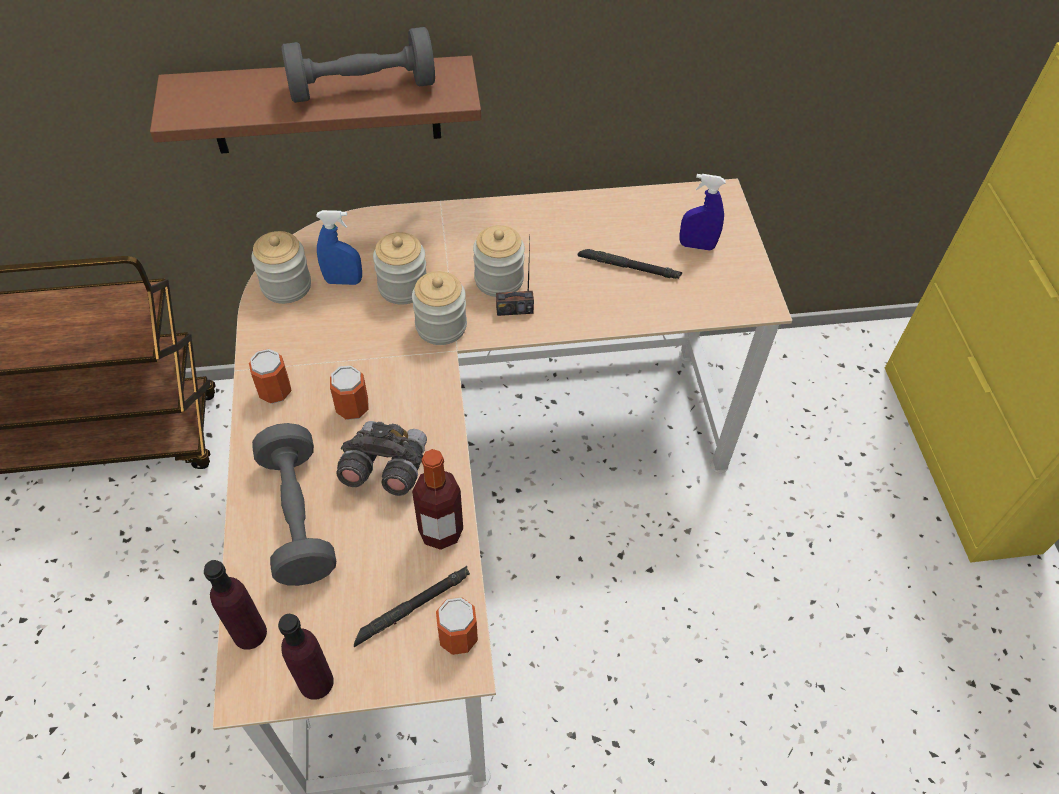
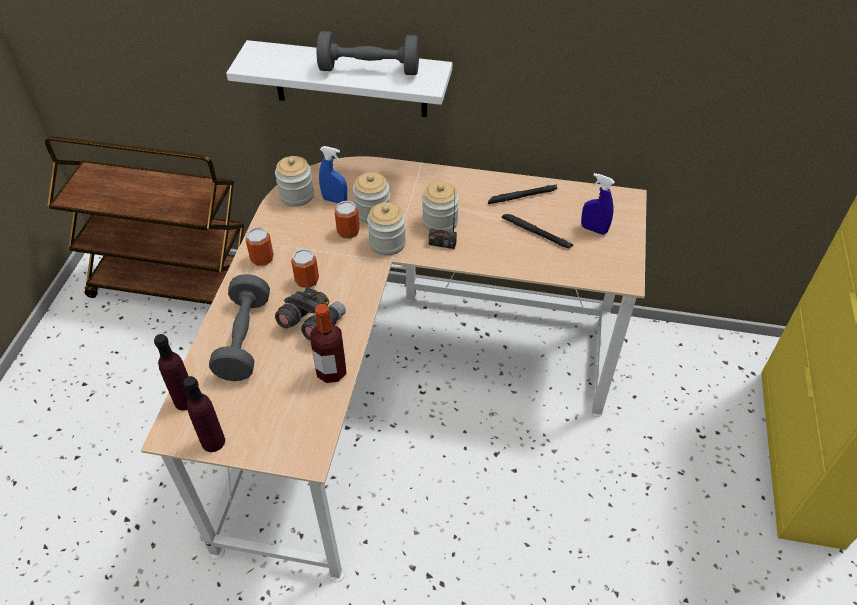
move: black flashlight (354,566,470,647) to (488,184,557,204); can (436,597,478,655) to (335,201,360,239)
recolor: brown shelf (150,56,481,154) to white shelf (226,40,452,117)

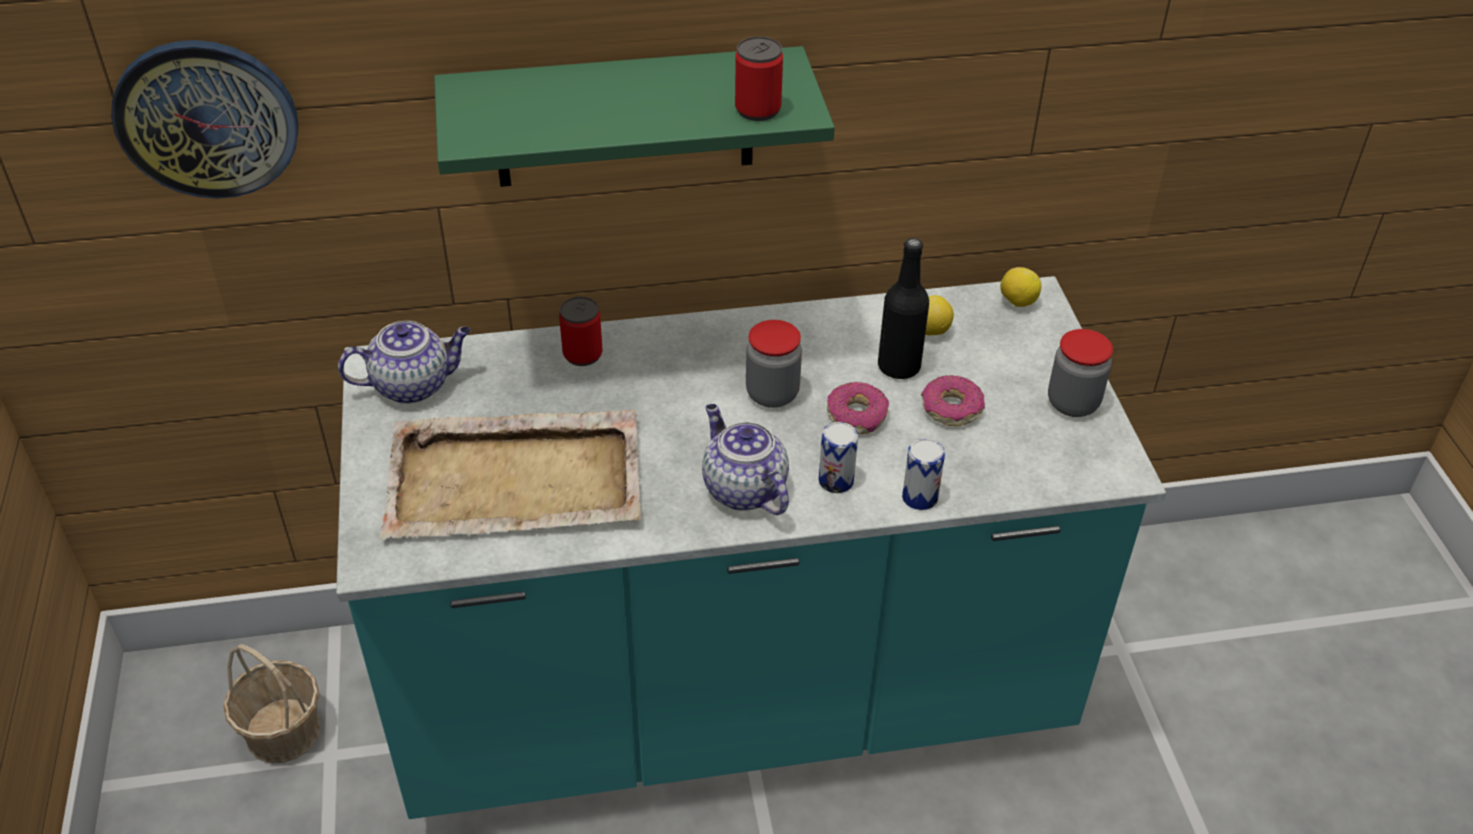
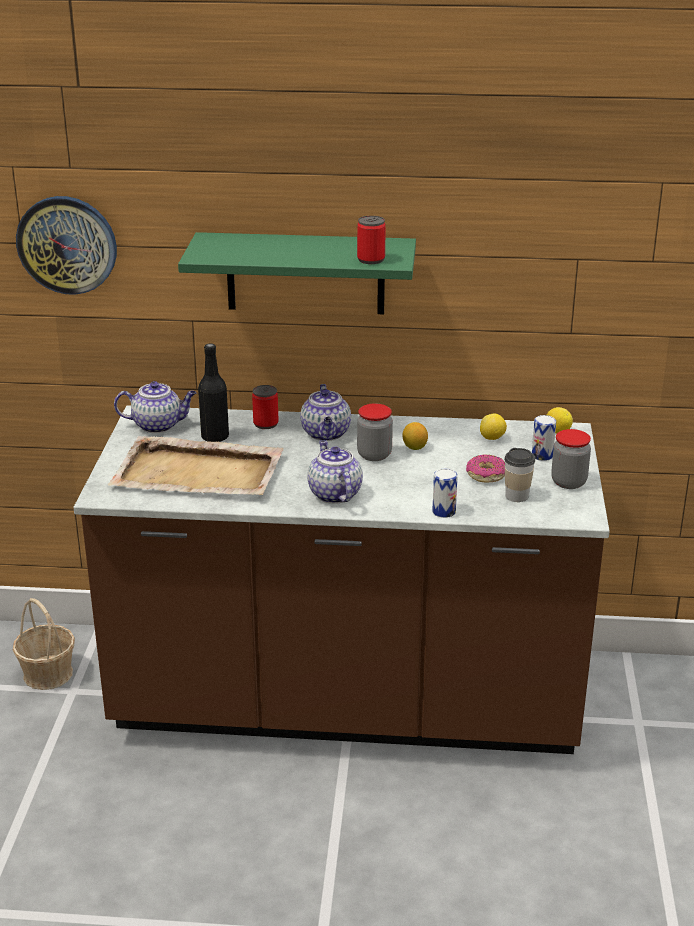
delete: donut (827,382,889,434)
insert: teapot (300,384,351,441); lemon (402,422,428,450); cup (504,448,535,502)
move: black bottle (878,238,929,379) to (198,343,229,442); can (819,422,858,493) to (532,415,556,461)
recolor: turquoise counter (336,276,1166,819) to brown counter (73,405,610,754)

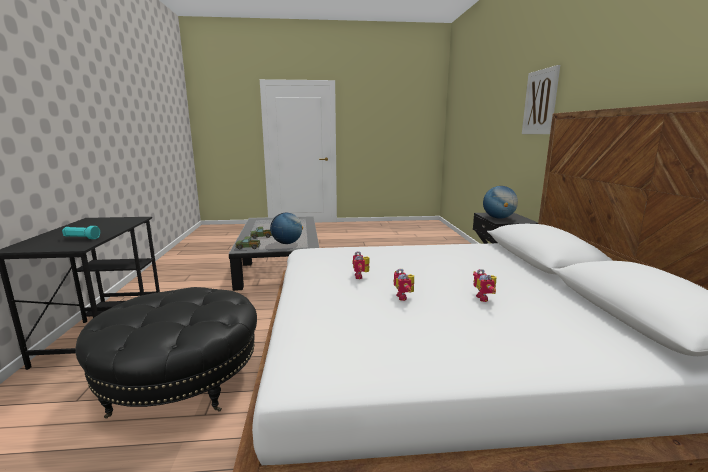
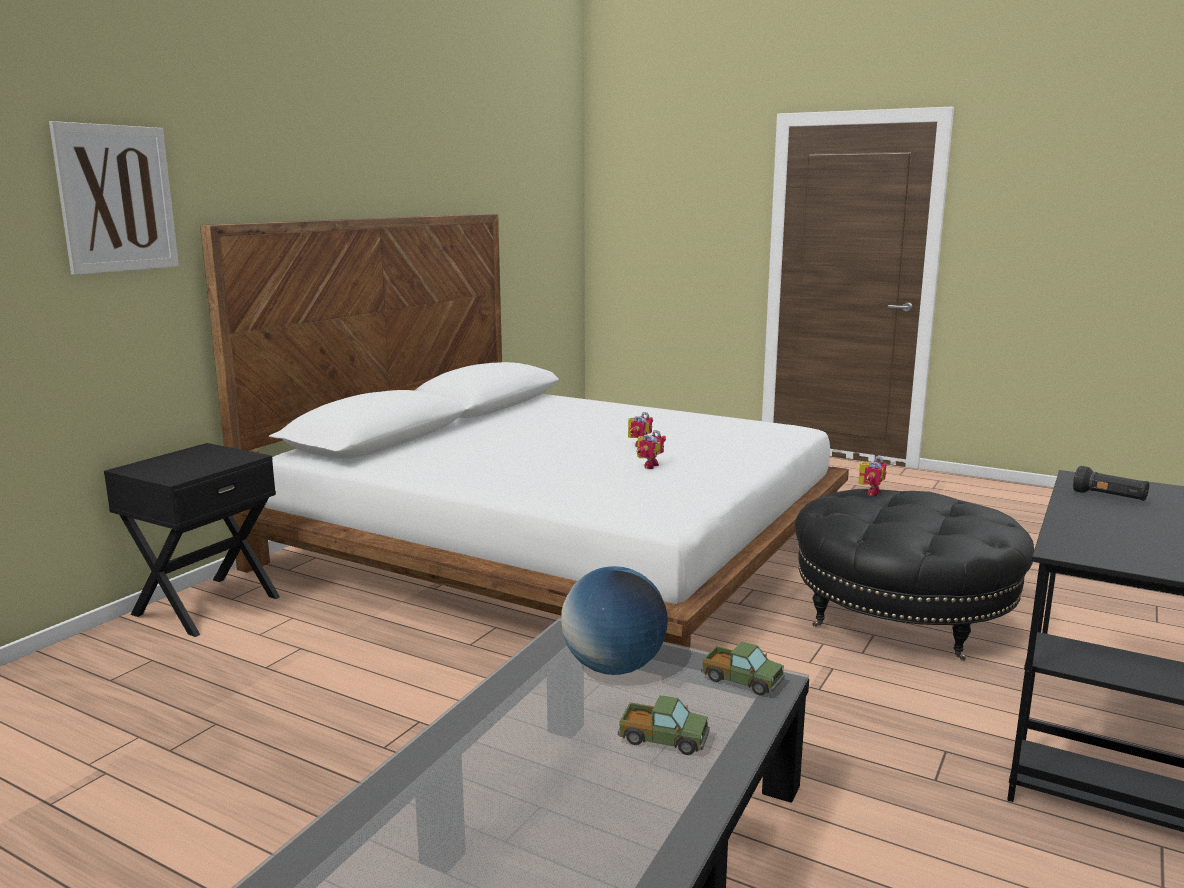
delete: globe (483,186,518,219)
move: toy robot (473,269,496,302) to (859,456,887,496)
recolor: turquoise flashlight (62,226,100,239) to black flashlight (1073,466,1149,501)

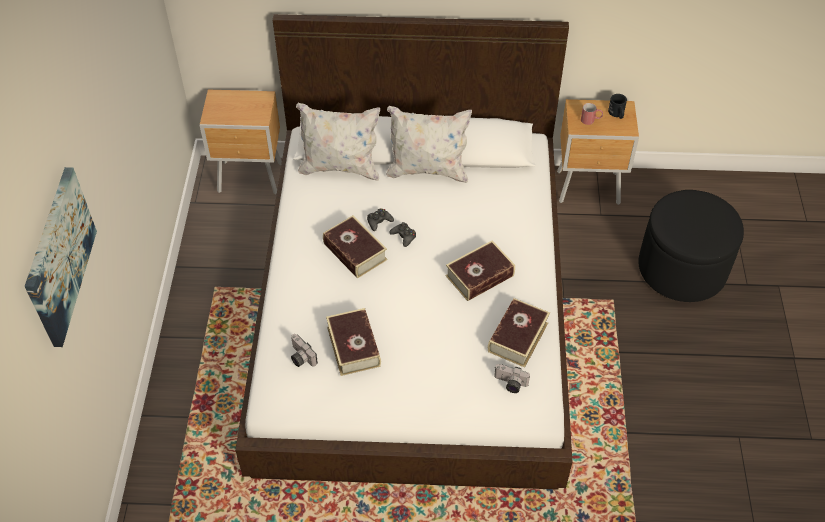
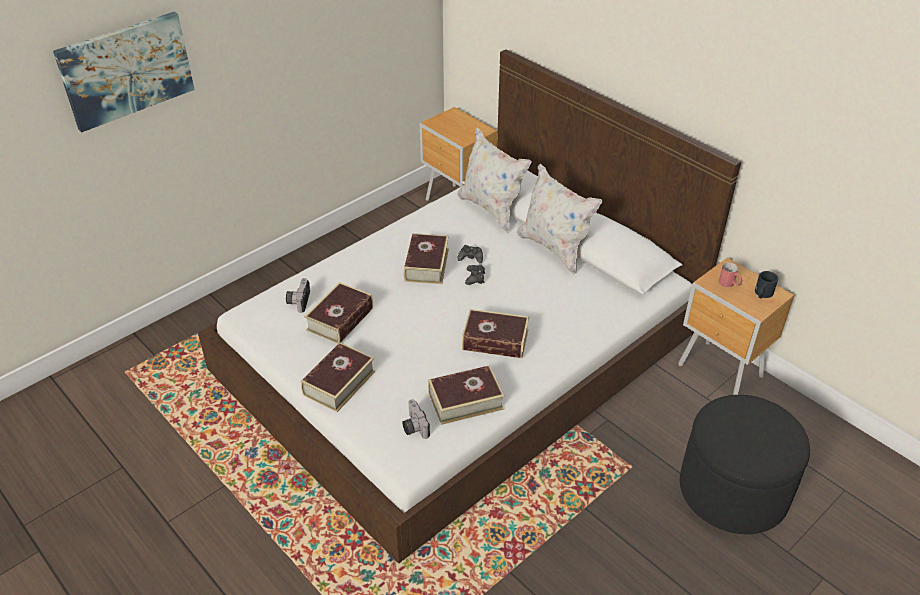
insert: book (301,342,375,412)

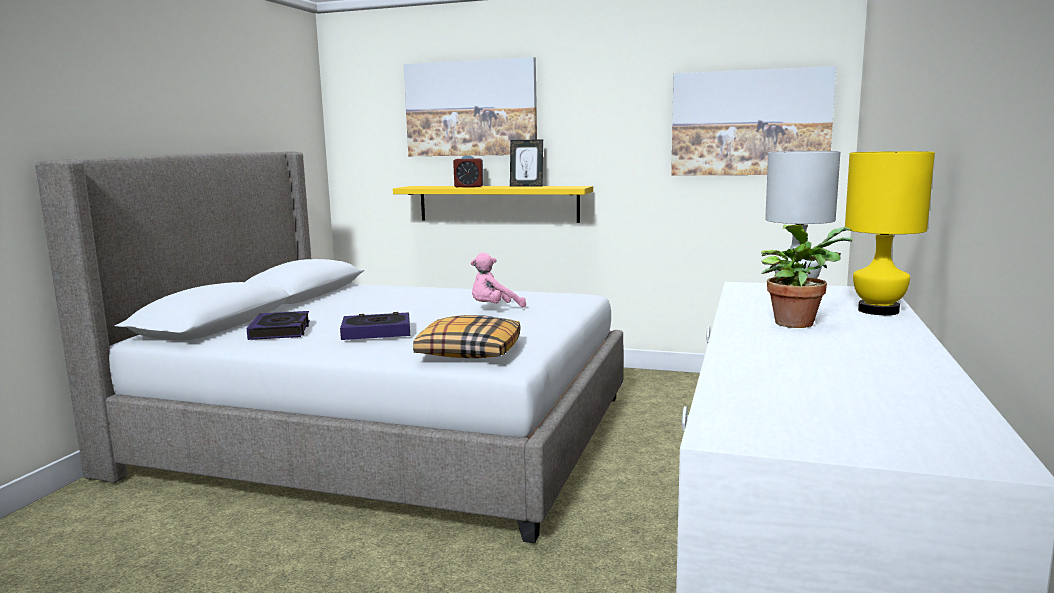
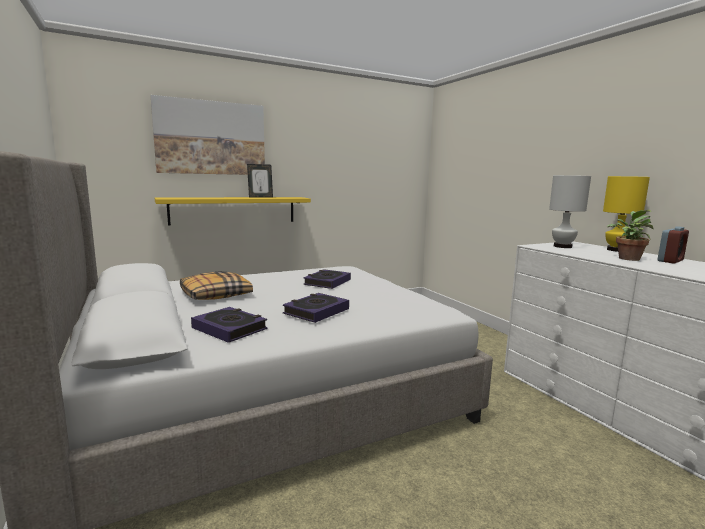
delete: picture (671,66,836,175)
move: alarm clock (453,156,483,187) to (658,226,689,263); pillow (413,315,520,358) to (180,272,253,300)
replace: pink plush toy (471,253,526,307) to book (303,269,351,289)

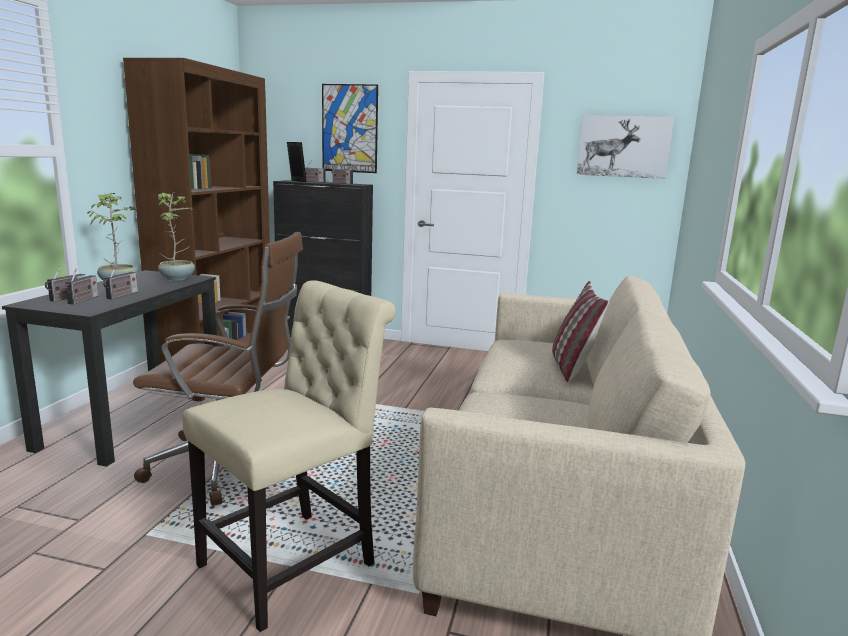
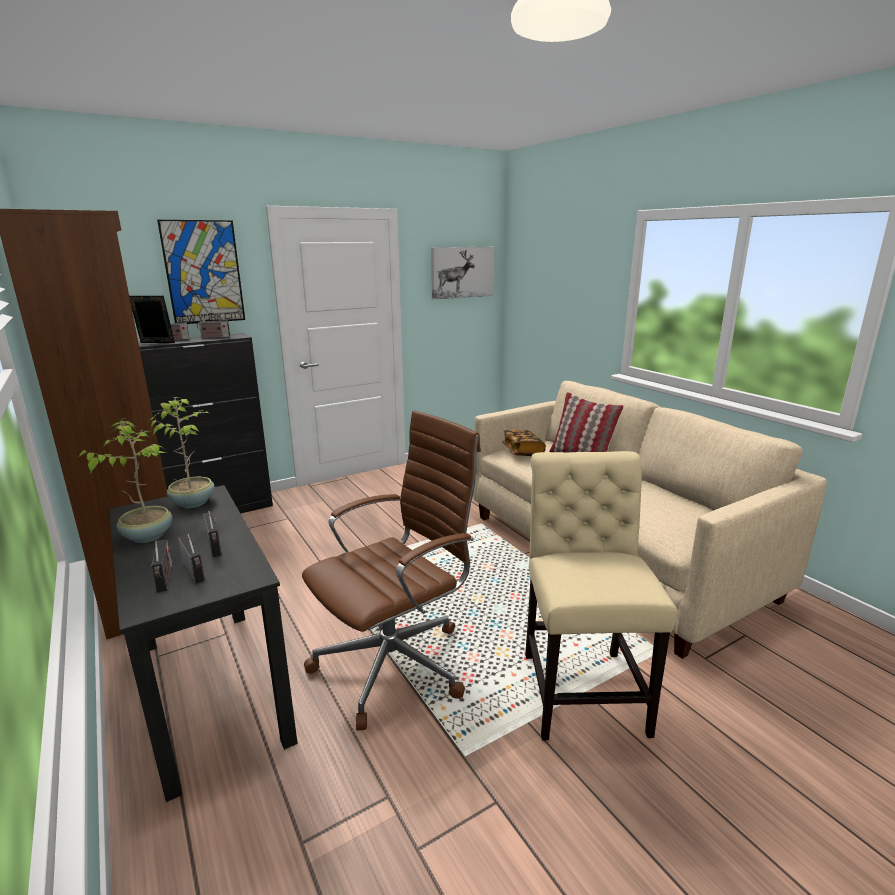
insert: book (502,430,546,456)

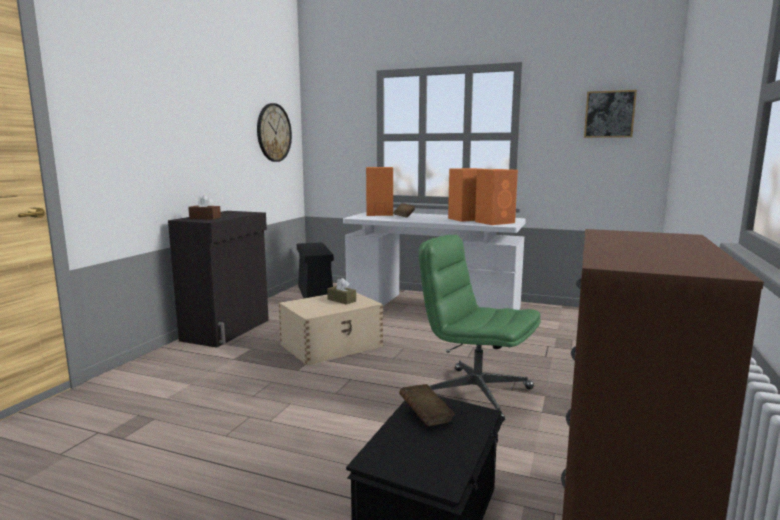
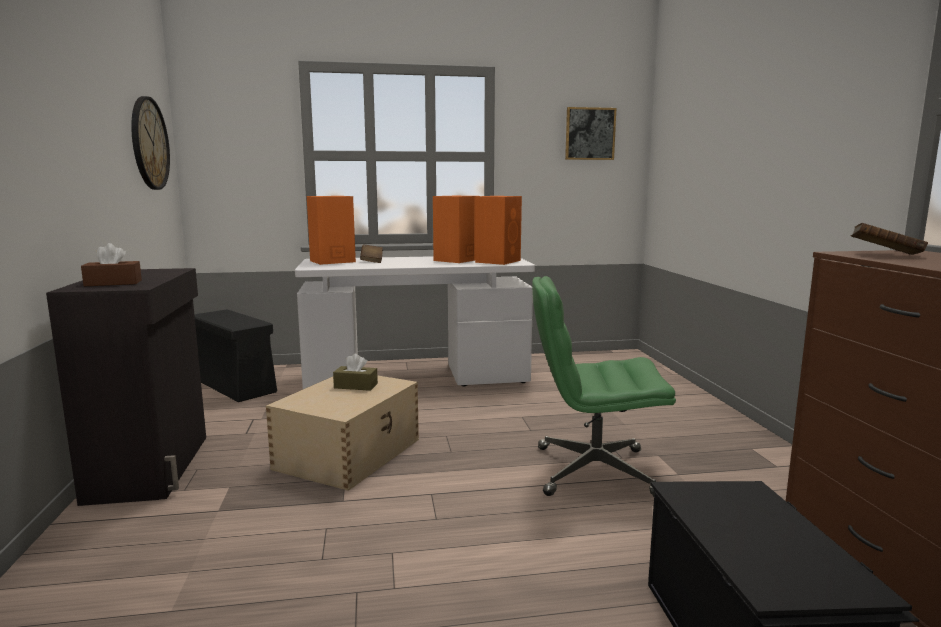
move: brown book (399,384,455,426) to (851,223,928,255)

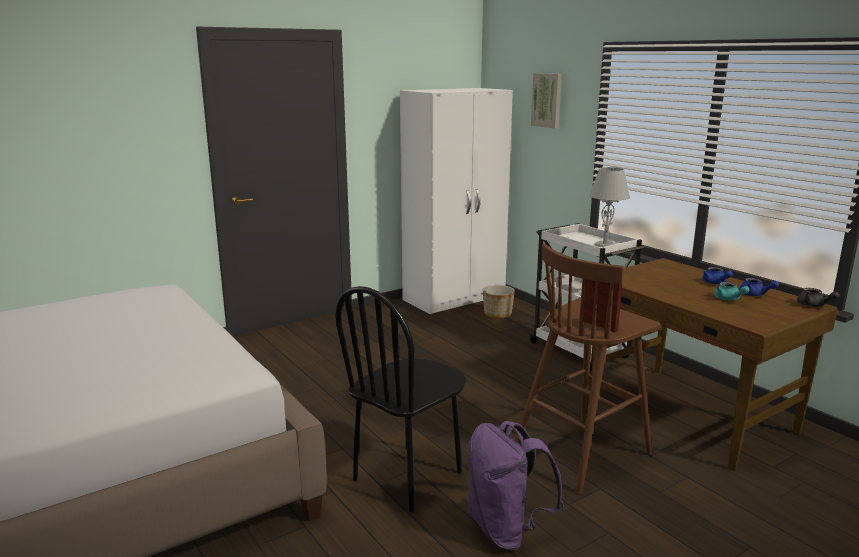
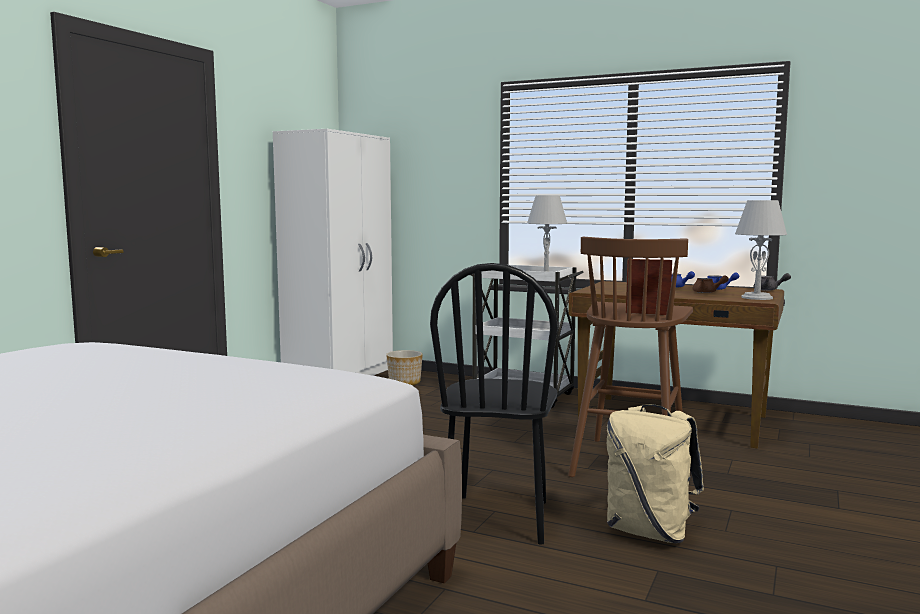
delete: picture (531,73,562,128)
insert: grey table lamp (735,200,787,300)
recolor: turquoise teapot (714,282,749,301) to brown teapot (693,276,729,293); purple backpack (467,421,564,551) to beige backpack (607,404,704,543)

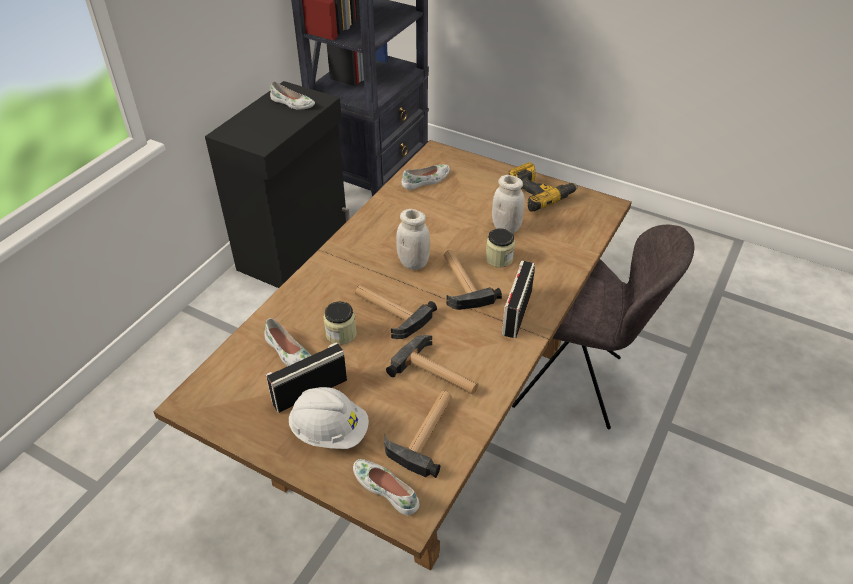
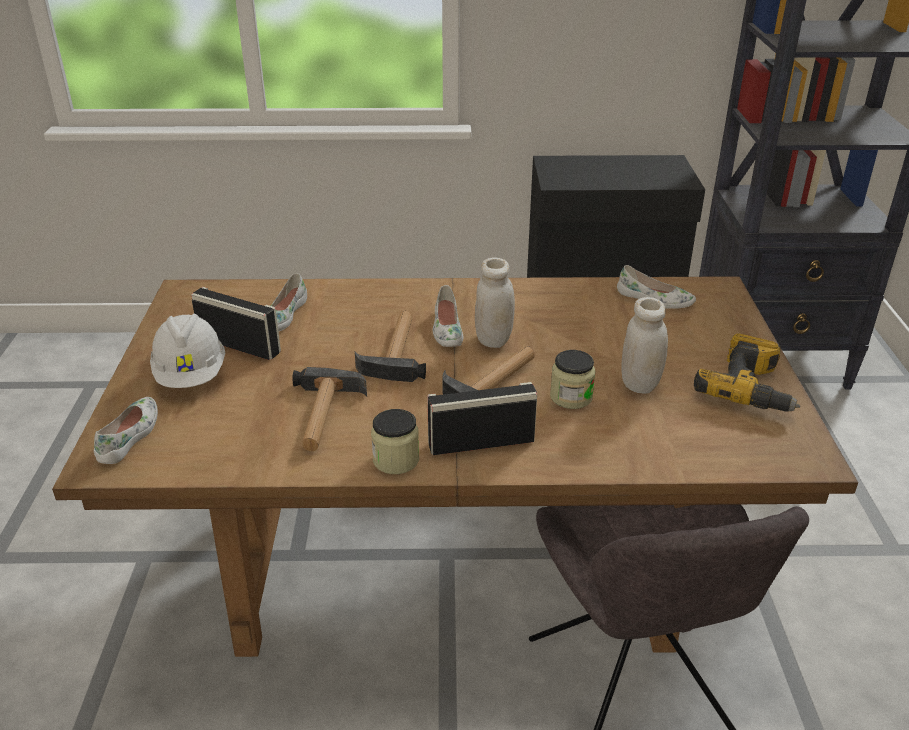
delete: hammer (384,391,452,478)
move: white shoe (270,82,315,109) to (433,285,463,347); jar (324,301,357,345) to (371,409,419,474)

